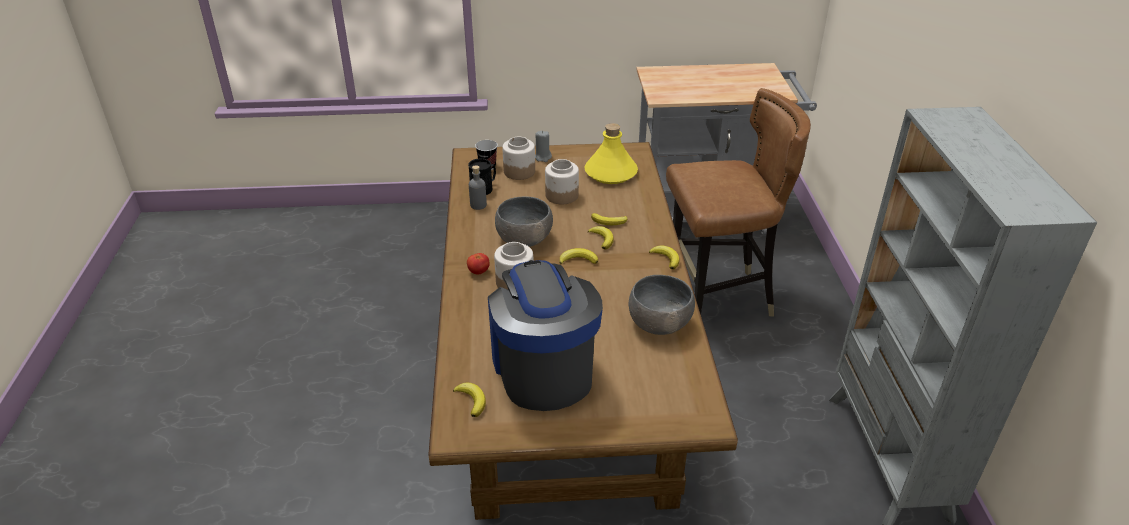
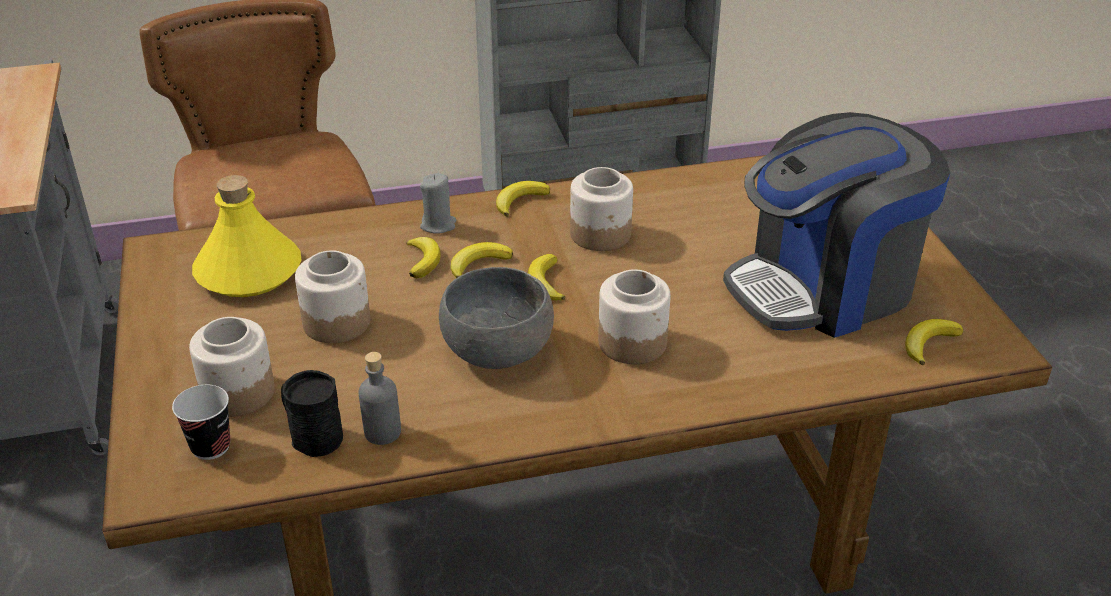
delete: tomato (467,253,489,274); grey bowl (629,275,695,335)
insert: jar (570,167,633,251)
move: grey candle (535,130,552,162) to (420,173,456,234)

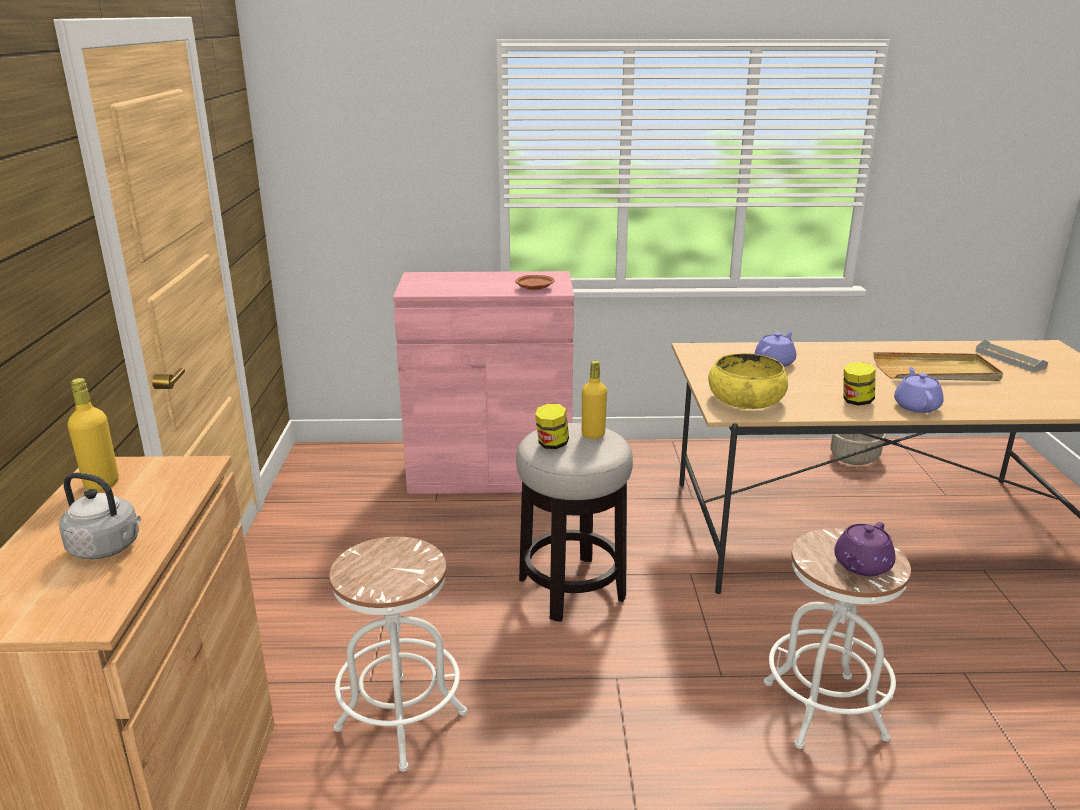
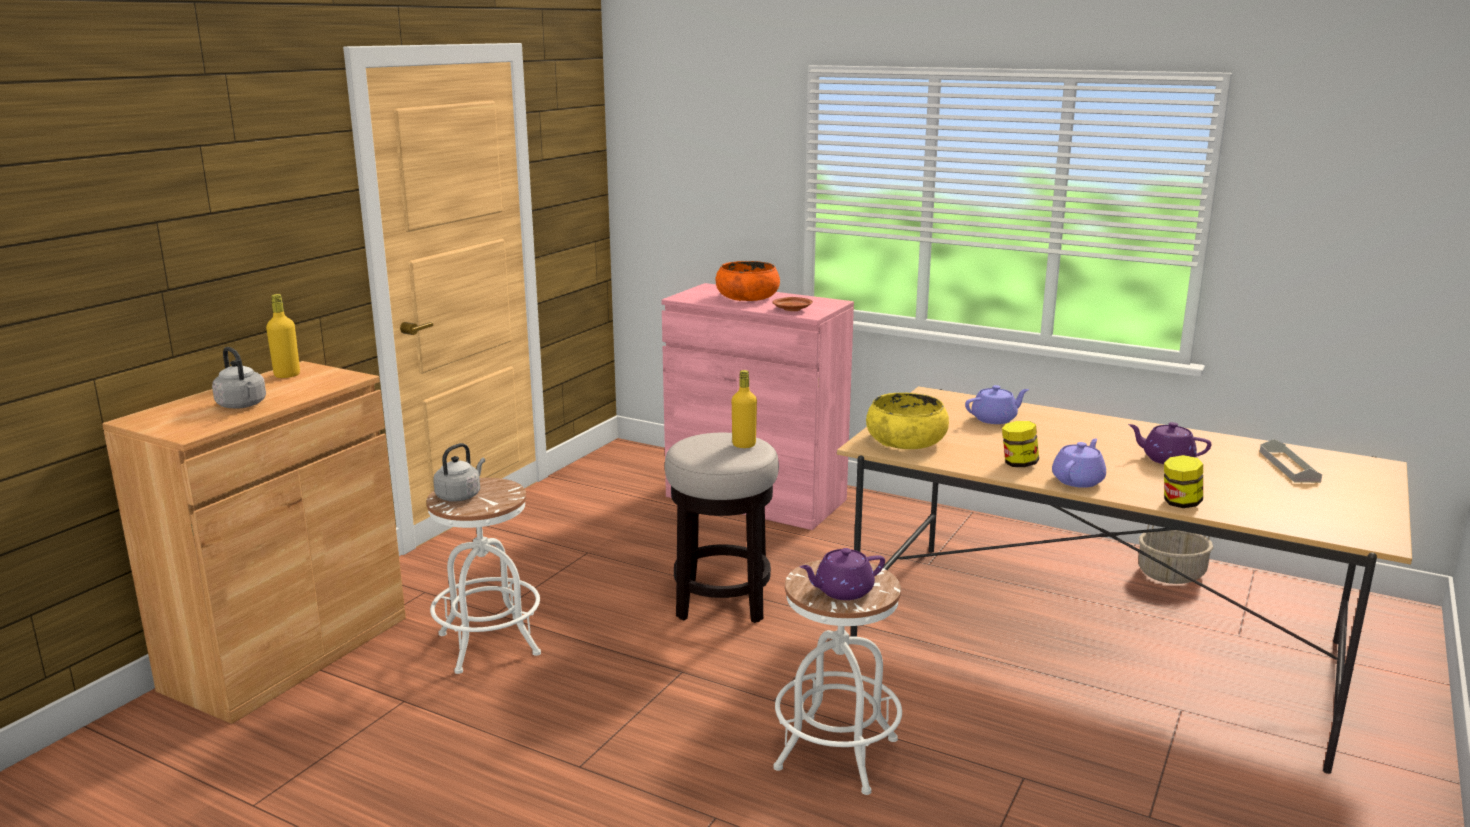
insert: orange bowl (715,261,780,301); grey kettle (433,443,485,502)
move: jar (535,403,569,449) to (1164,455,1203,508)
replace: beige tray (873,352,1003,381) to purple teapot (1128,422,1211,464)

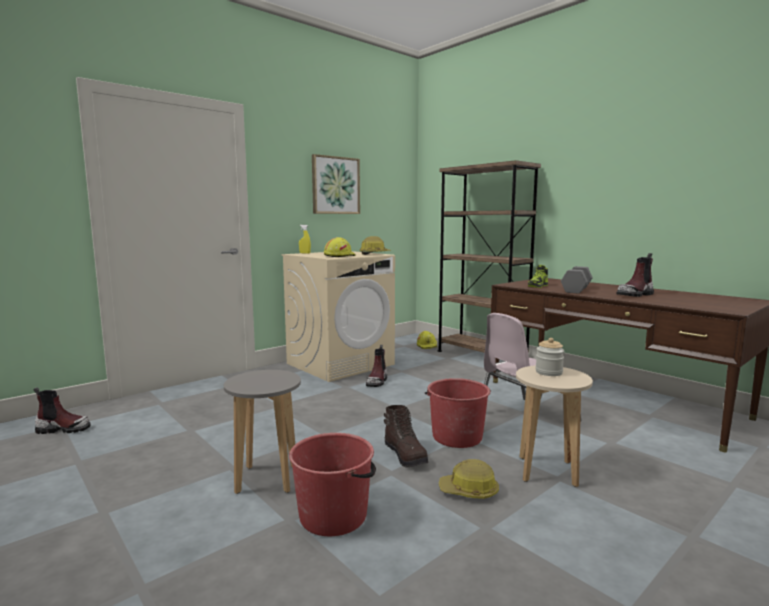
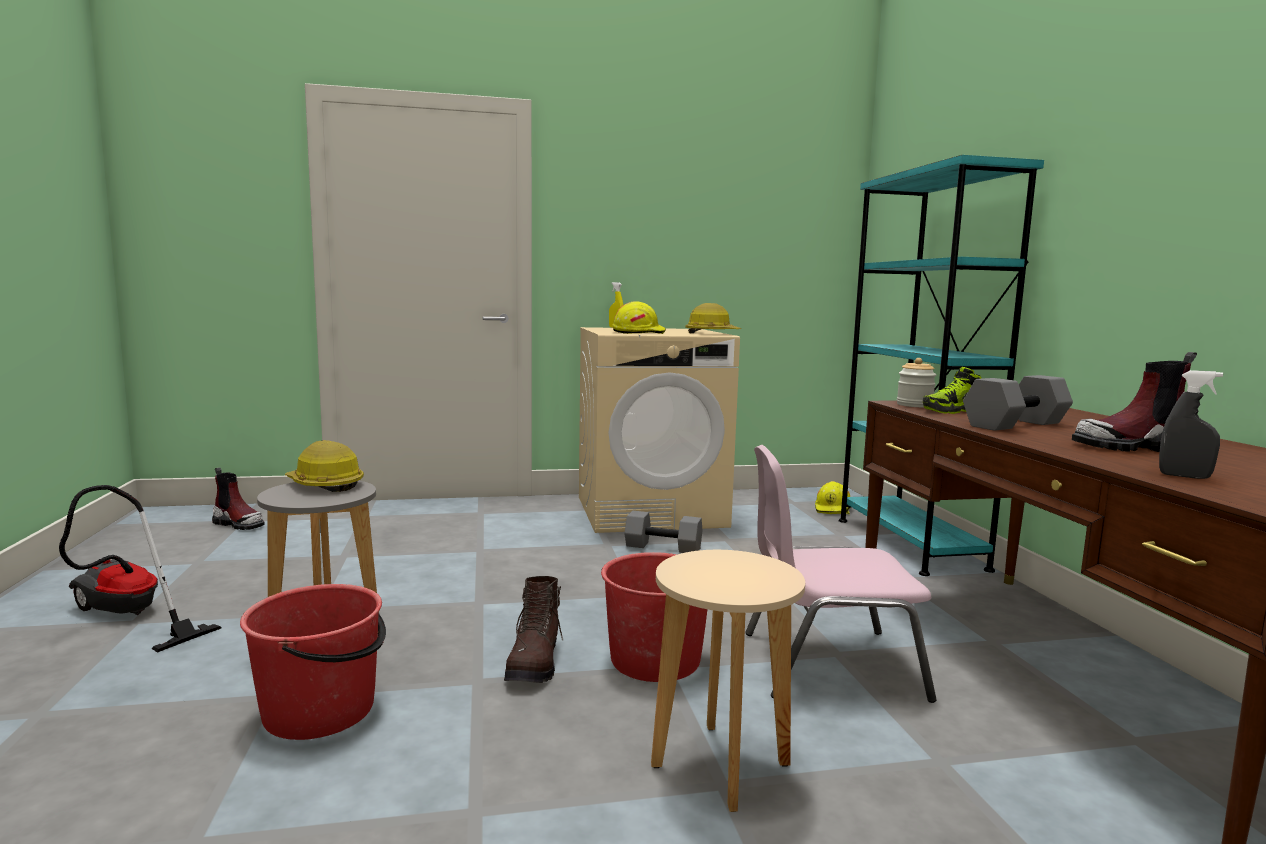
delete: picture (312,154,360,214)
insert: grey spray bottle (1159,370,1223,479); vacuum cleaner (59,485,221,653)
move: jar (536,338,565,376) to (897,358,936,407); hard hat (439,459,499,499) to (285,440,364,492)
replace: boot (366,345,387,387) to grey dumbbell (624,510,702,553)
recolor: brown bookcase (438,160,541,353) to turquoise bookcase (839,155,1044,576)

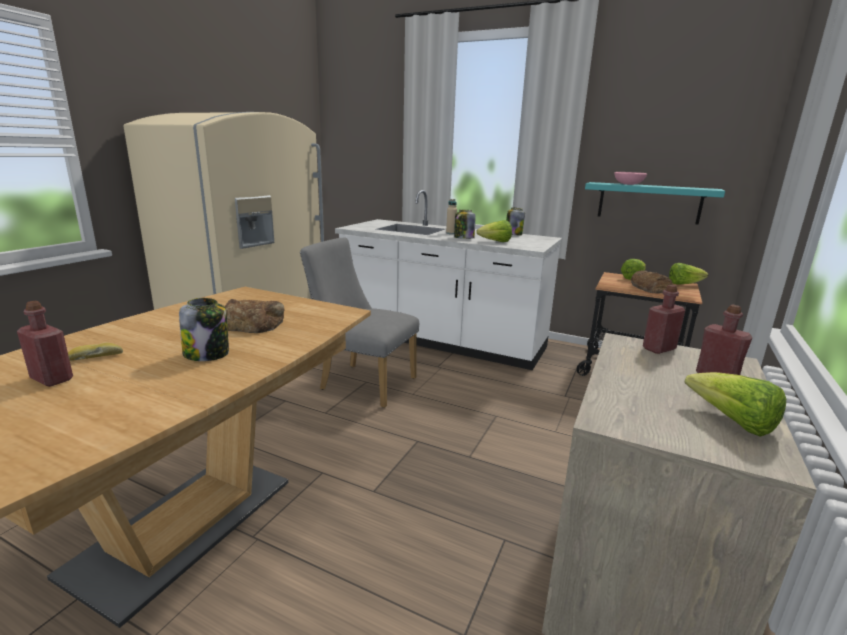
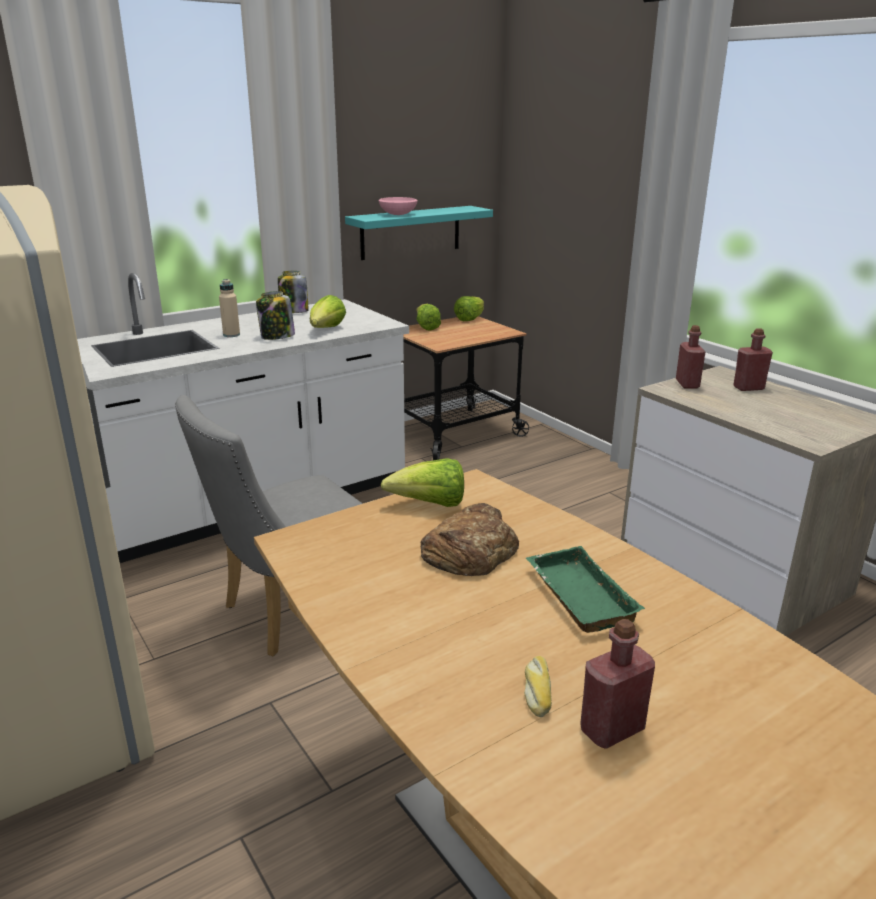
delete: bread (631,271,673,293)
move: lettuce (685,372,786,437) to (381,458,464,507)
replace: jar (179,298,229,361) to green tray (526,546,645,633)

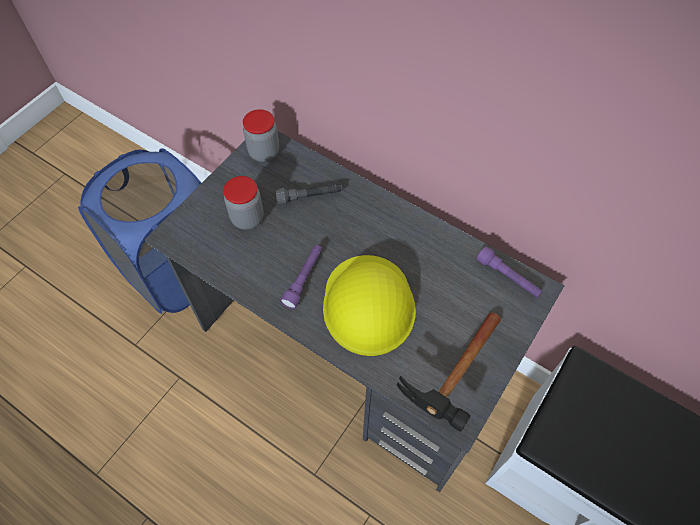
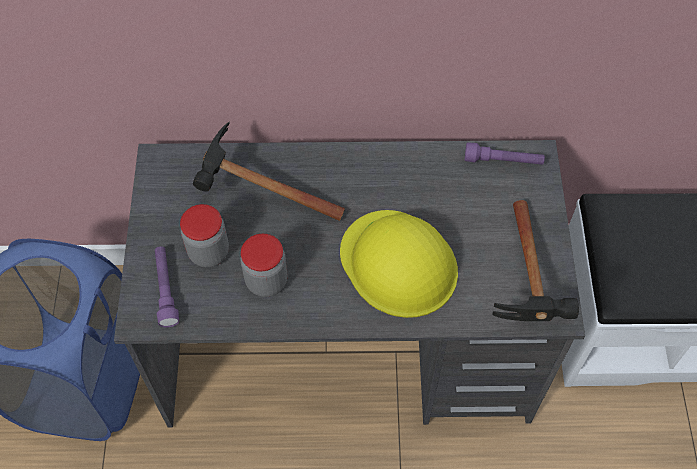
move: jar (243,109,279,162) to (240,234,288,297); purple flashlight (280,245,322,309) to (155,247,179,327)
replace: grey flashlight (275,183,342,205) to hammer (193,122,345,221)

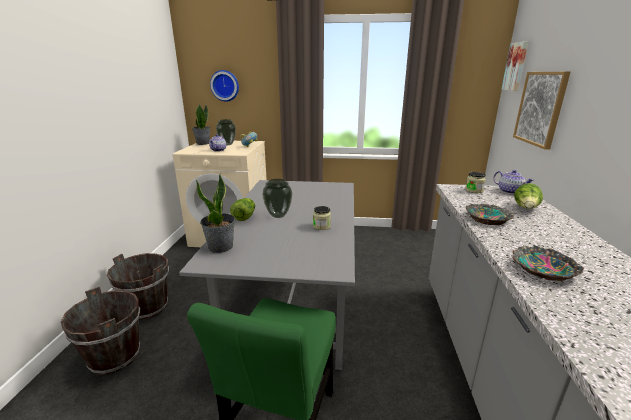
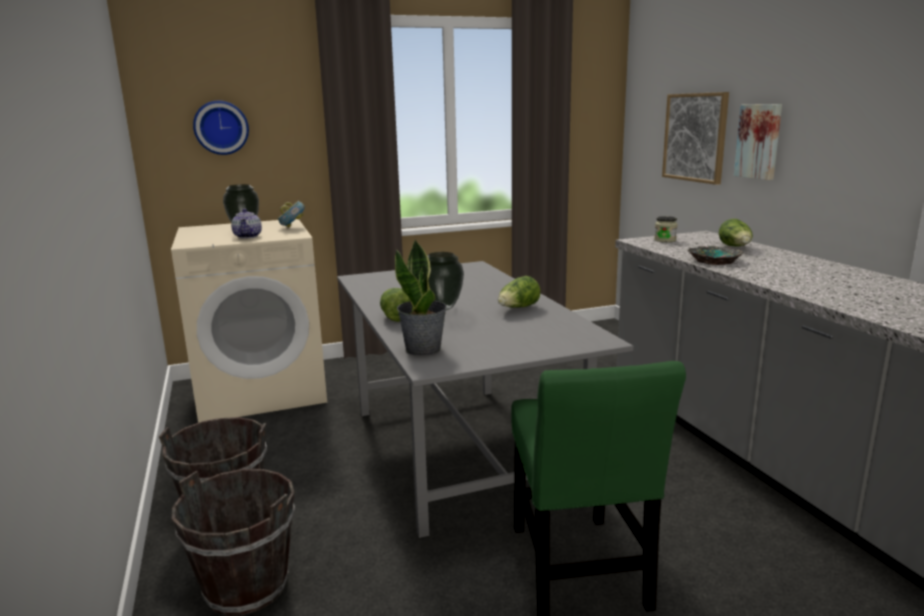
delete: potted plant (192,104,210,145); teapot (493,170,534,194); bowl (512,245,584,281)
move: picture (501,41,529,91) to (734,104,782,180)
replace: jar (313,206,331,230) to lettuce (498,276,540,308)

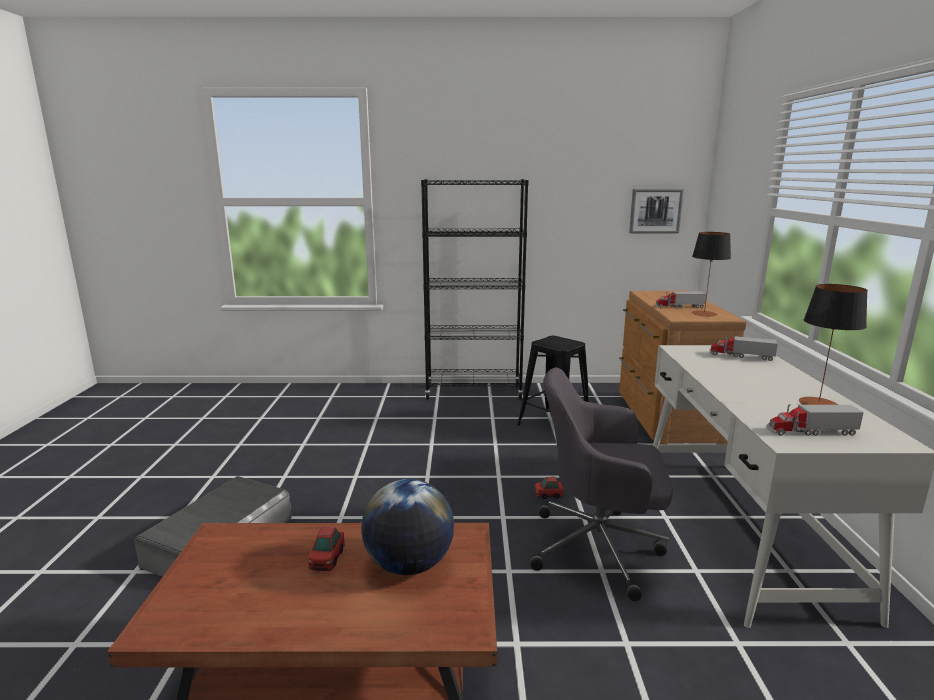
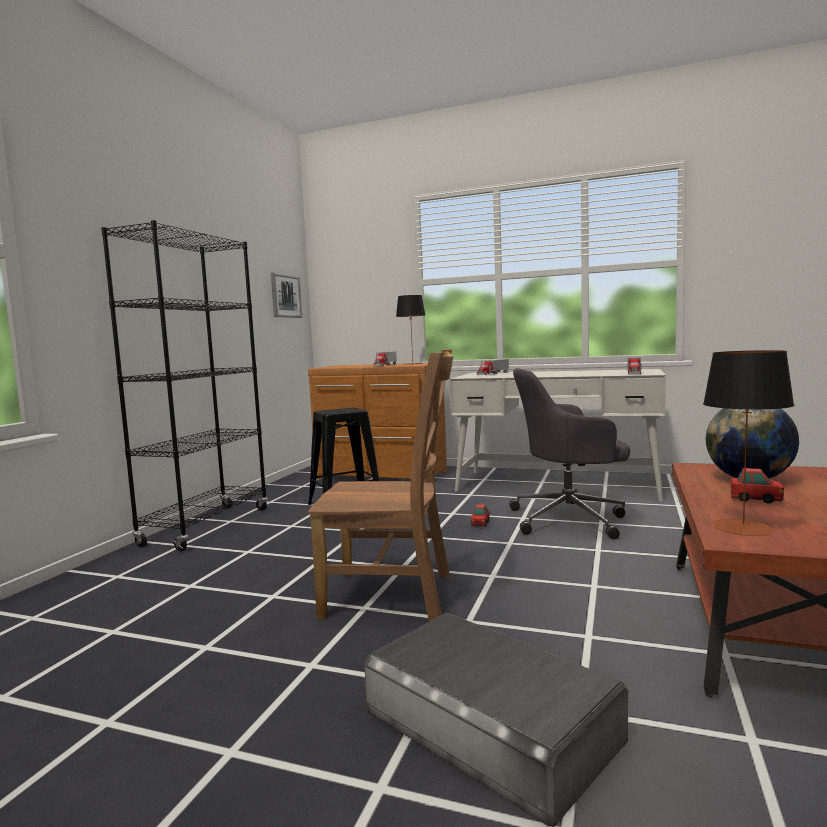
insert: brown chair (308,349,453,621)
move: table lamp (799,284,868,405) to (703,350,794,536)
rotate: grey office chair (530,368,673,601) = (509,368,630,539) 60 degrees clockwise

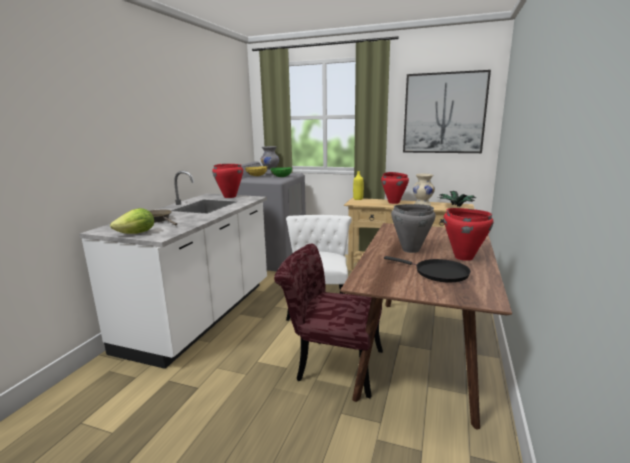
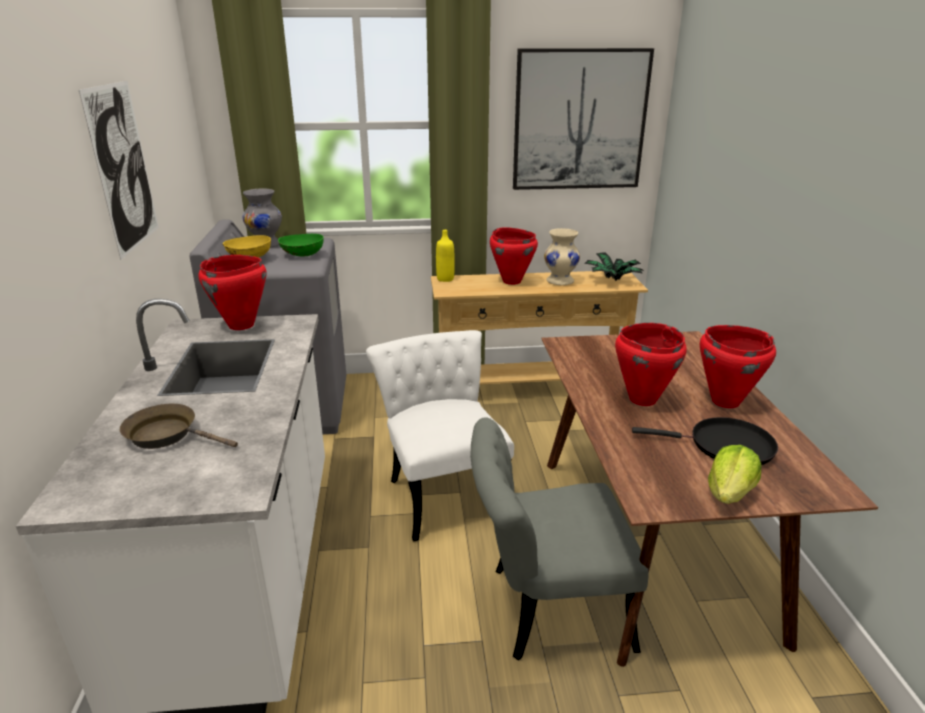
insert: picture (79,81,159,260)
move: lettuce (110,208,154,234) to (708,445,761,504)
recolor: grey cooking pot (391,204,435,253) to red cooking pot (615,323,687,406); red chair (274,244,383,398) to grey chair (470,417,649,661)

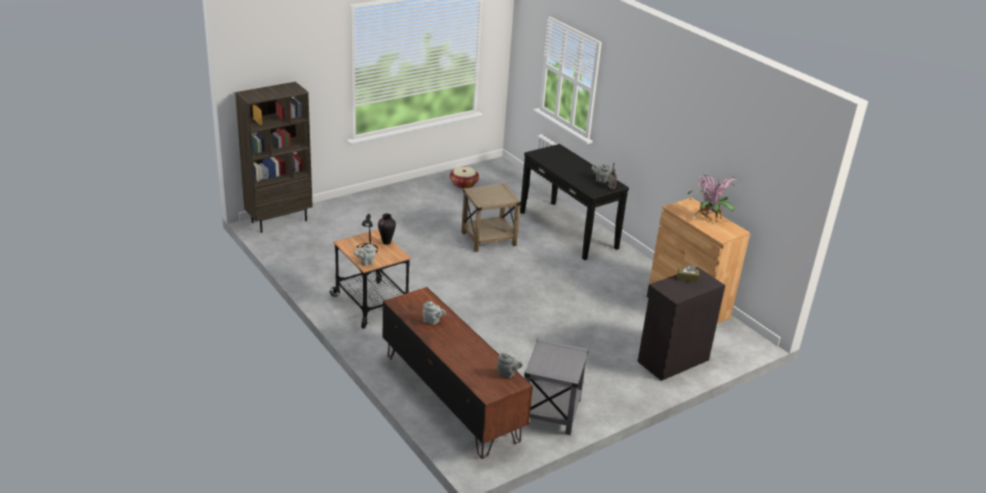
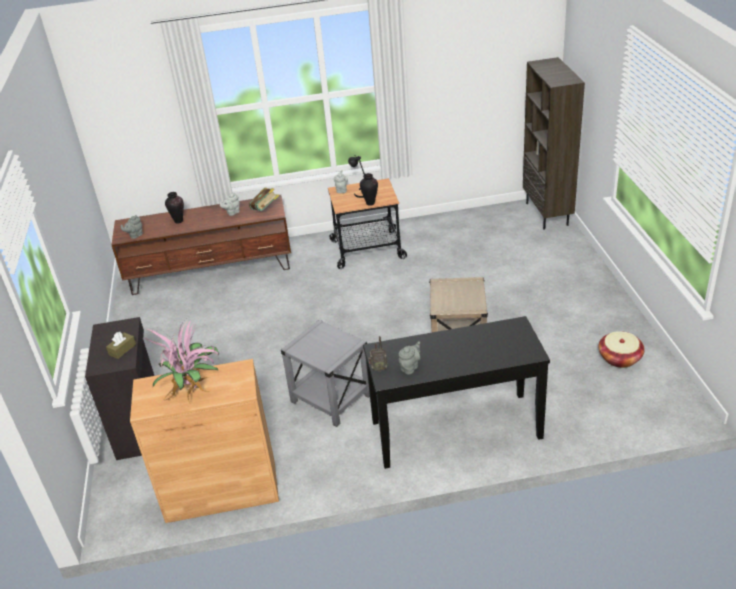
insert: book (249,188,279,211); vase (165,192,184,224)
move: grey side table (524,339,588,435) to (281,320,370,427)

